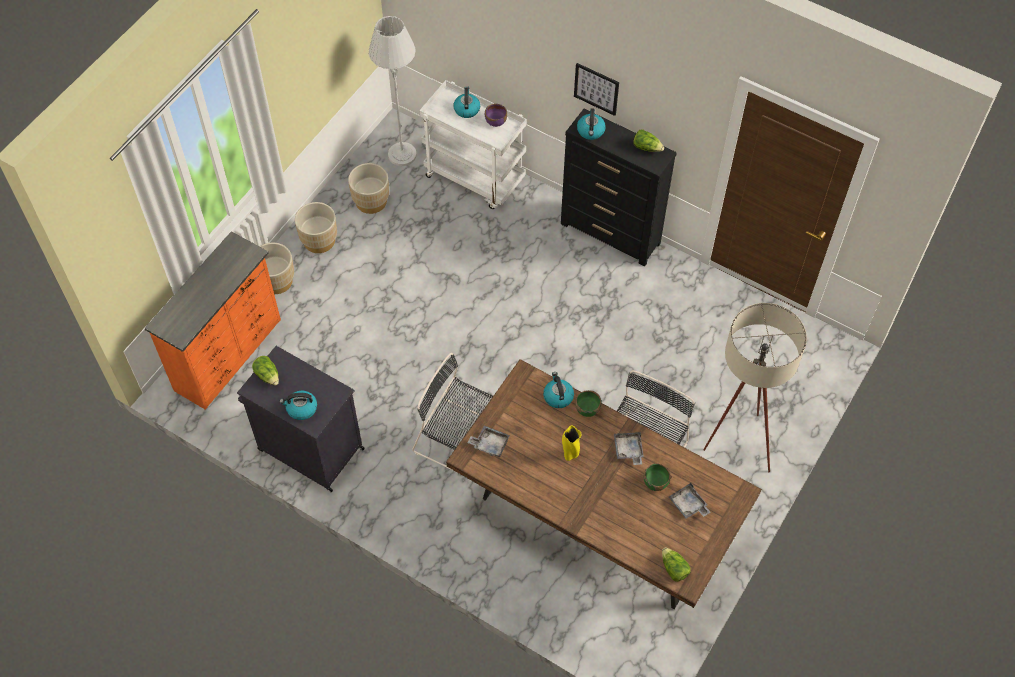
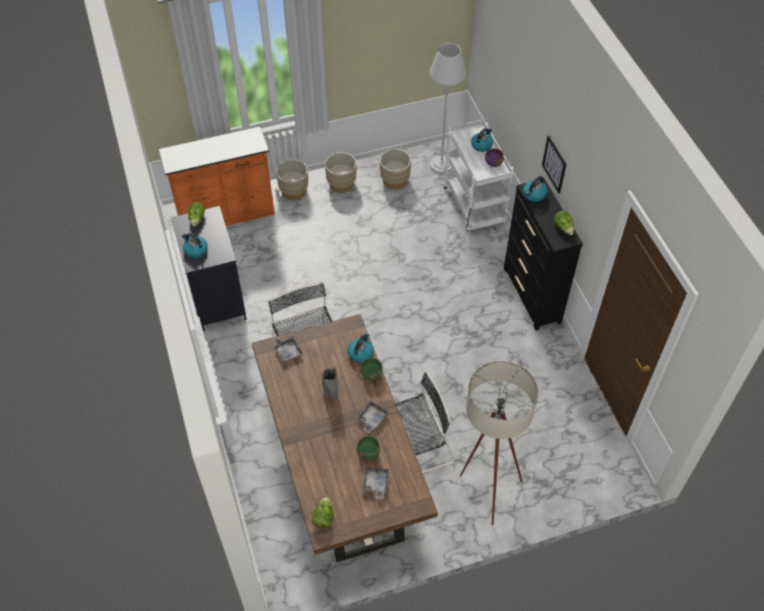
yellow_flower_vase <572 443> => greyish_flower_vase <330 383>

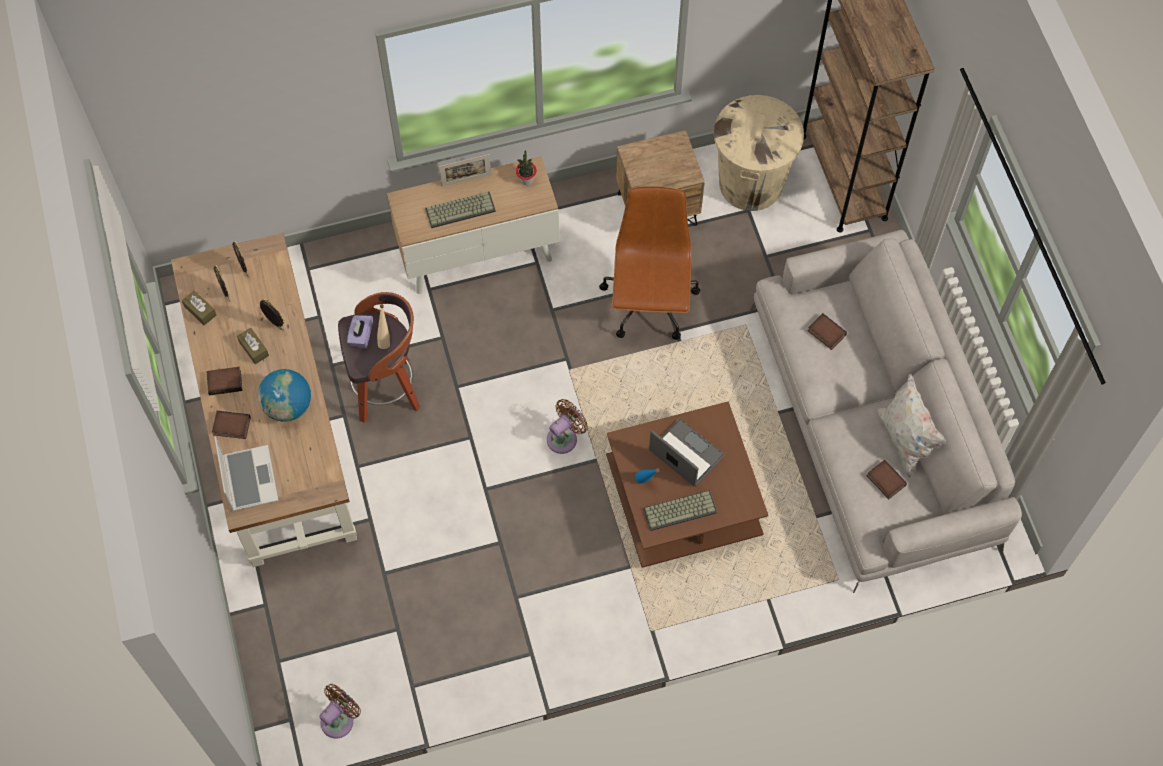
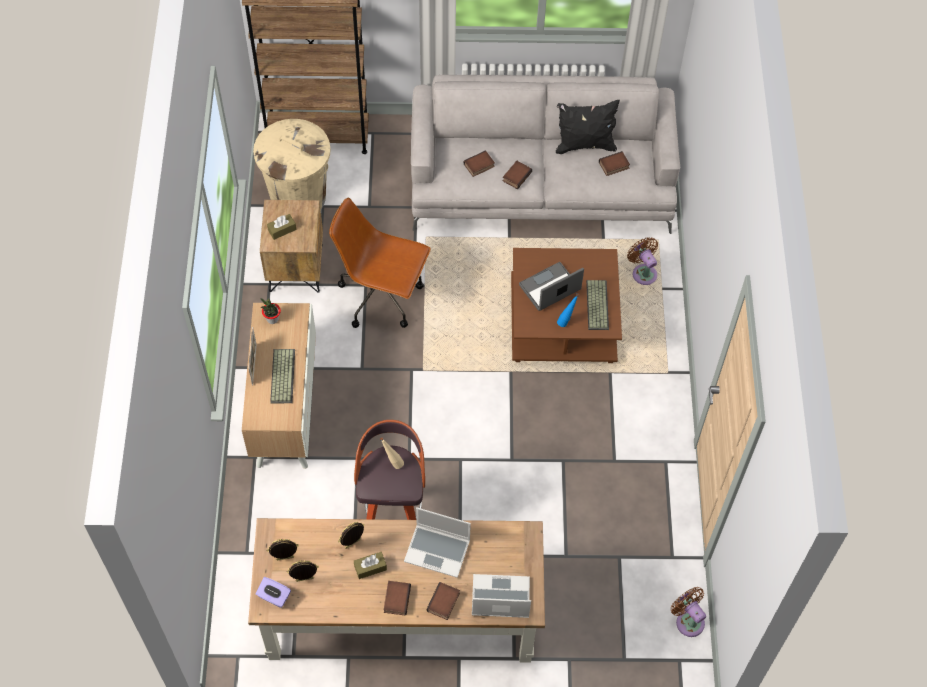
nothing => volume <517 175>
brown-coloured_tissue_holder <199 308> => brown-coloured_tissue_holder <282 227>, moved
purple_tissue_holder <360 331> => purple_tissue_holder <273 592>, moved
brown-coloured_cooling_fan <567 426> => brown-coloured_cooling_fan <642 261>, moved
globe <284 395> => portable_computer <437 542>
whitish_pillow <911 426> => black-coloured_pillow <588 127>

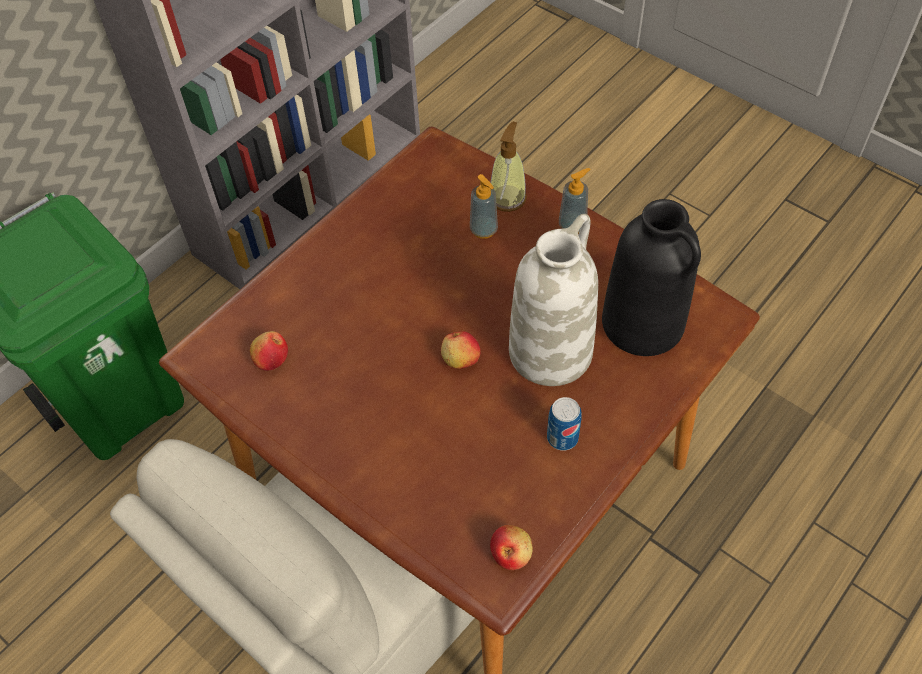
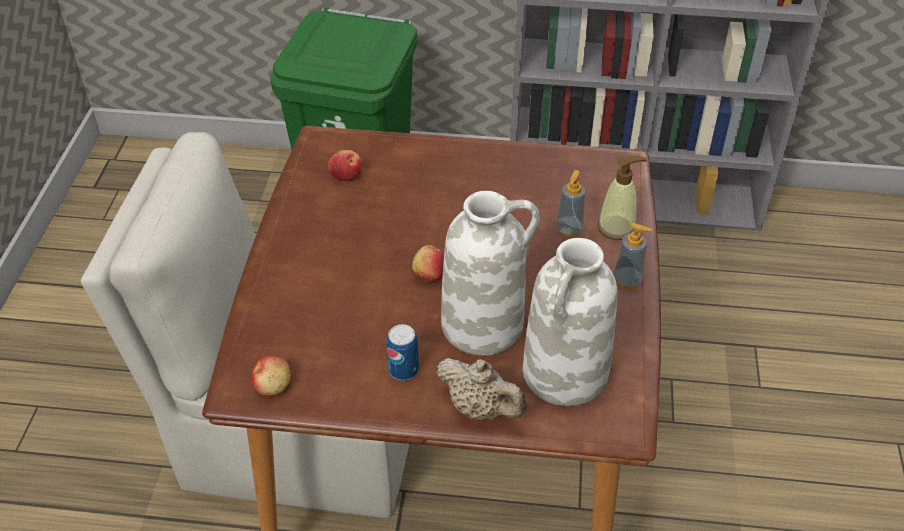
nothing => beige-coloured_pot_for_tea <481 389>
black-coloured_flower_vase <651 277> => whitish_flower_vase <570 322>

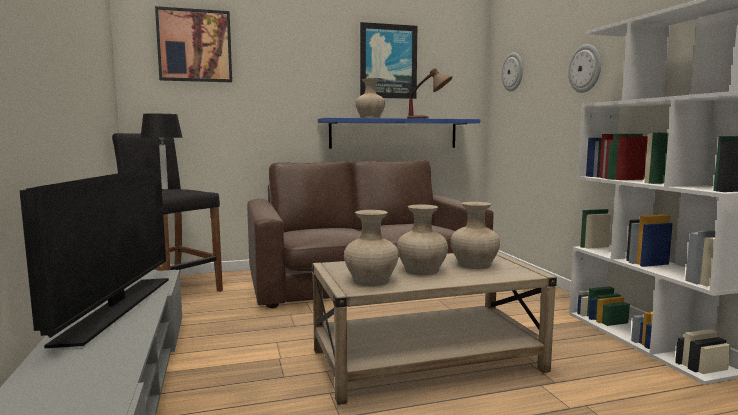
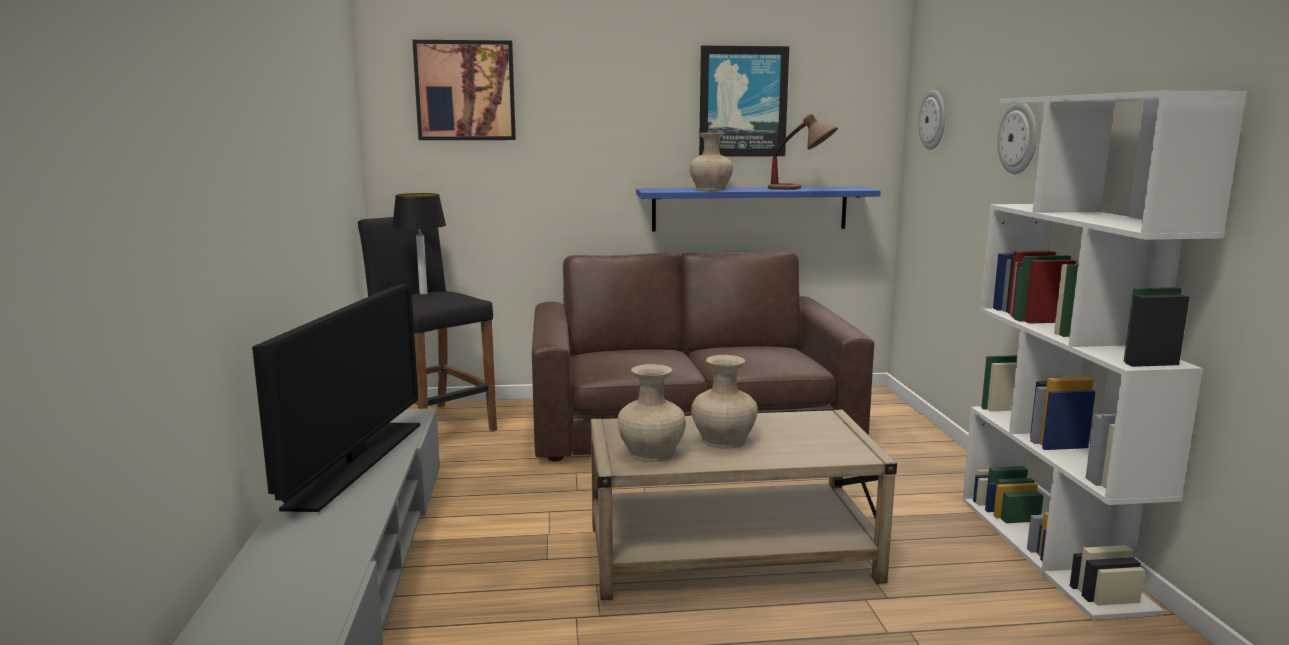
beige-coloured_flower_vase <475 235> => nothing

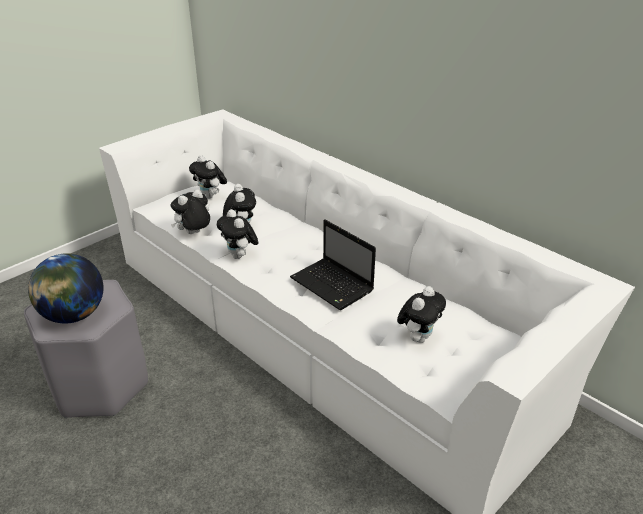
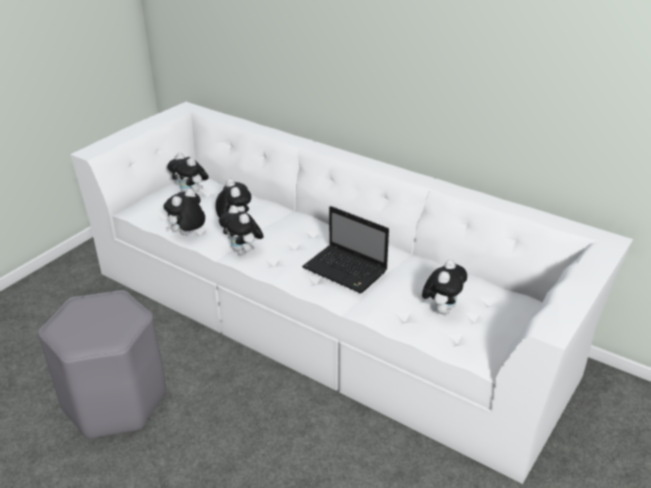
globe <66 288> => nothing

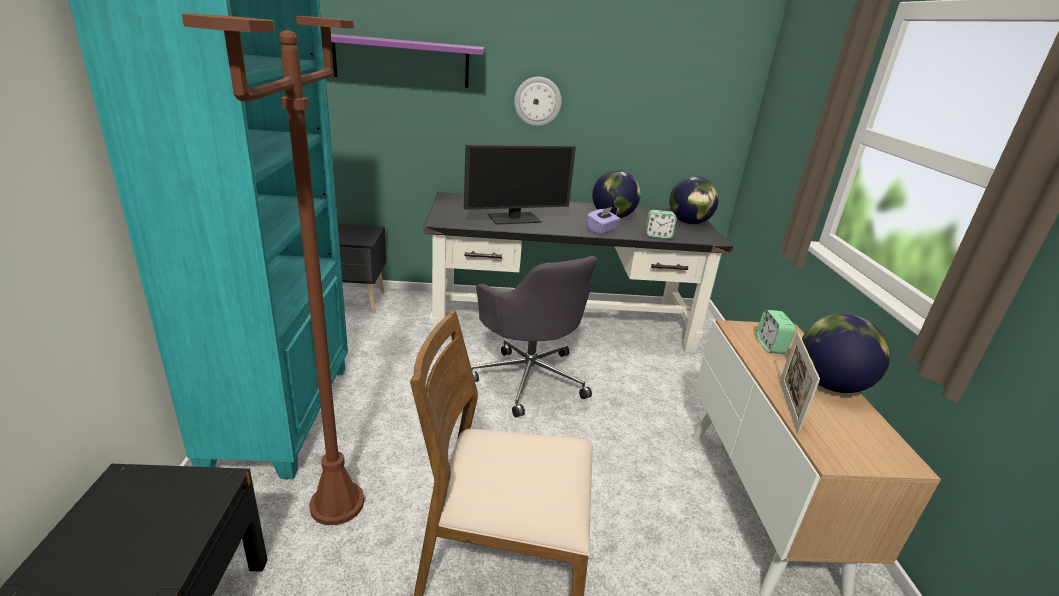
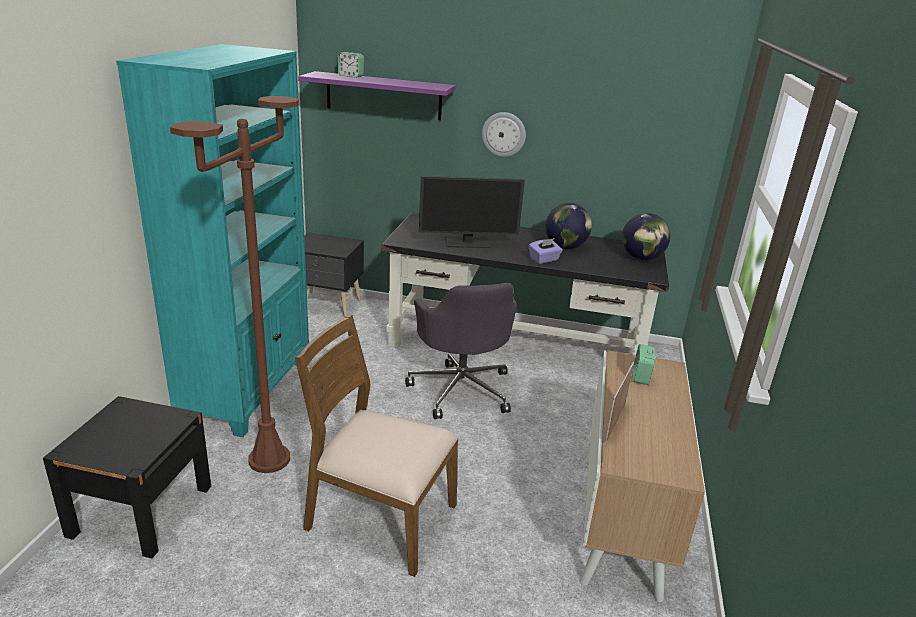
globe <846 353> => nothing
bedside_clock <661 224> => bedside_clock <351 65>, moved

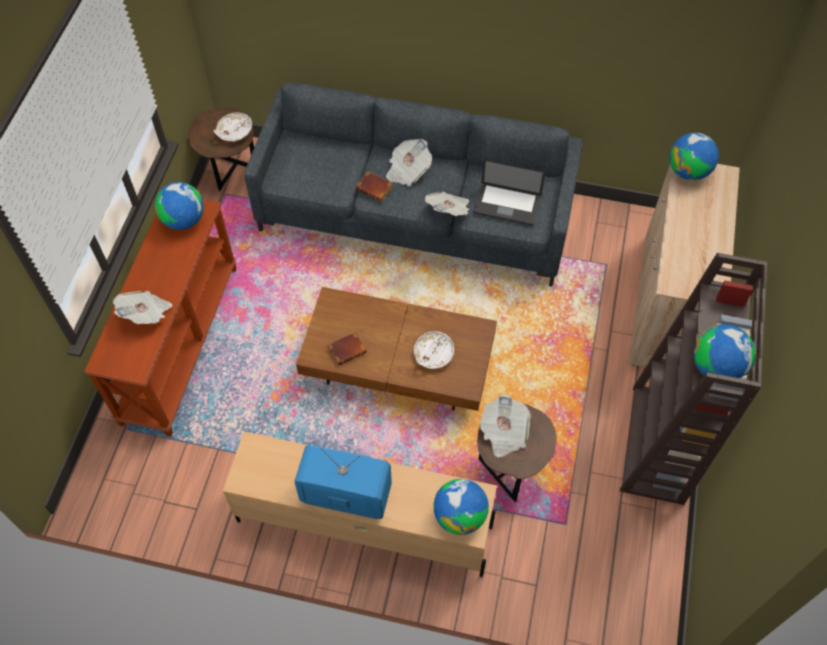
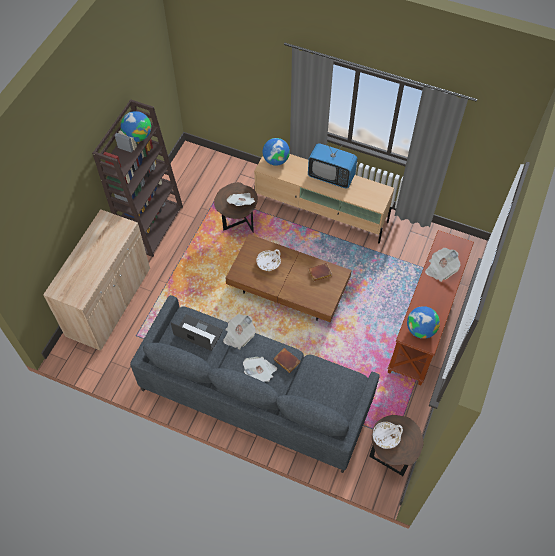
globe <694 157> => nothing

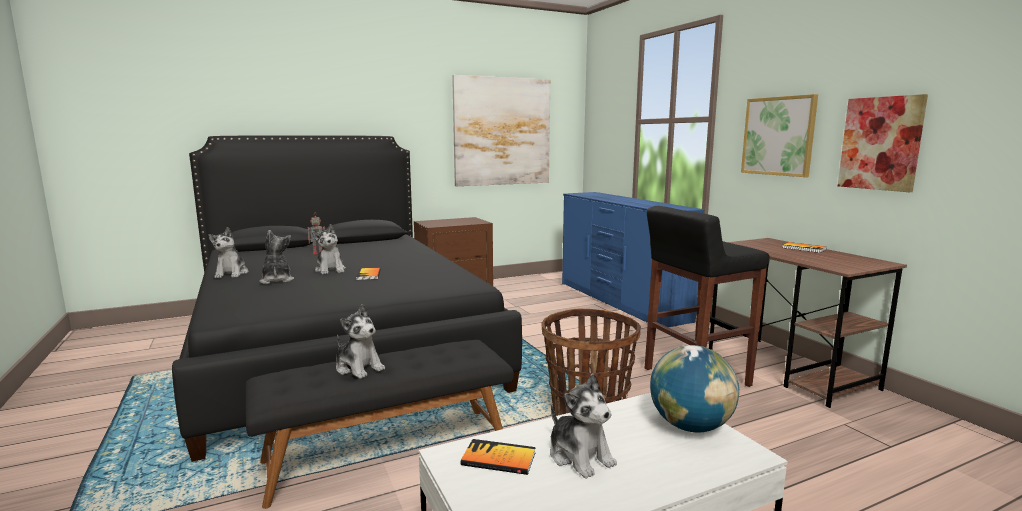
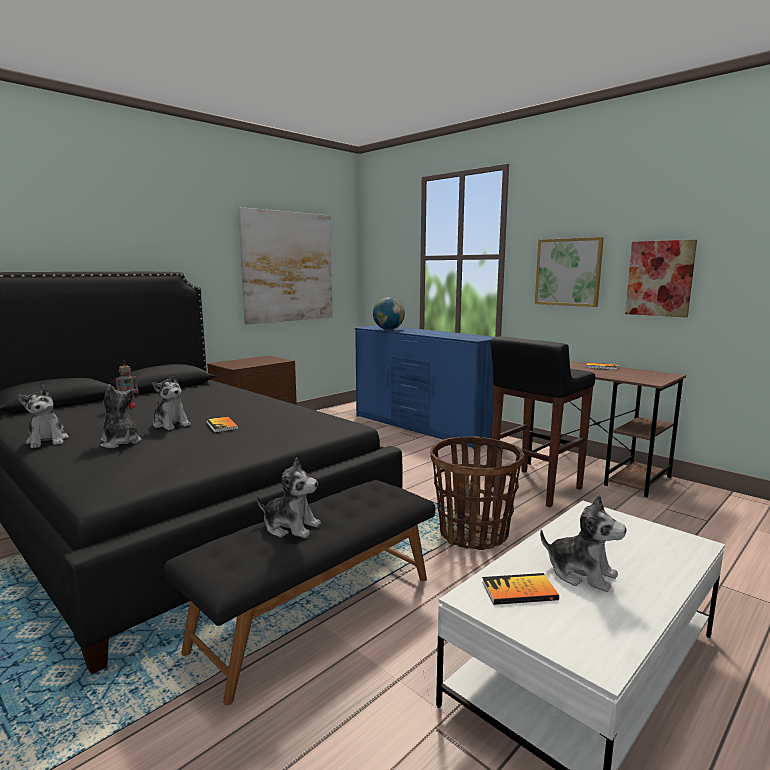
globe <694 389> => globe <389 314>, moved

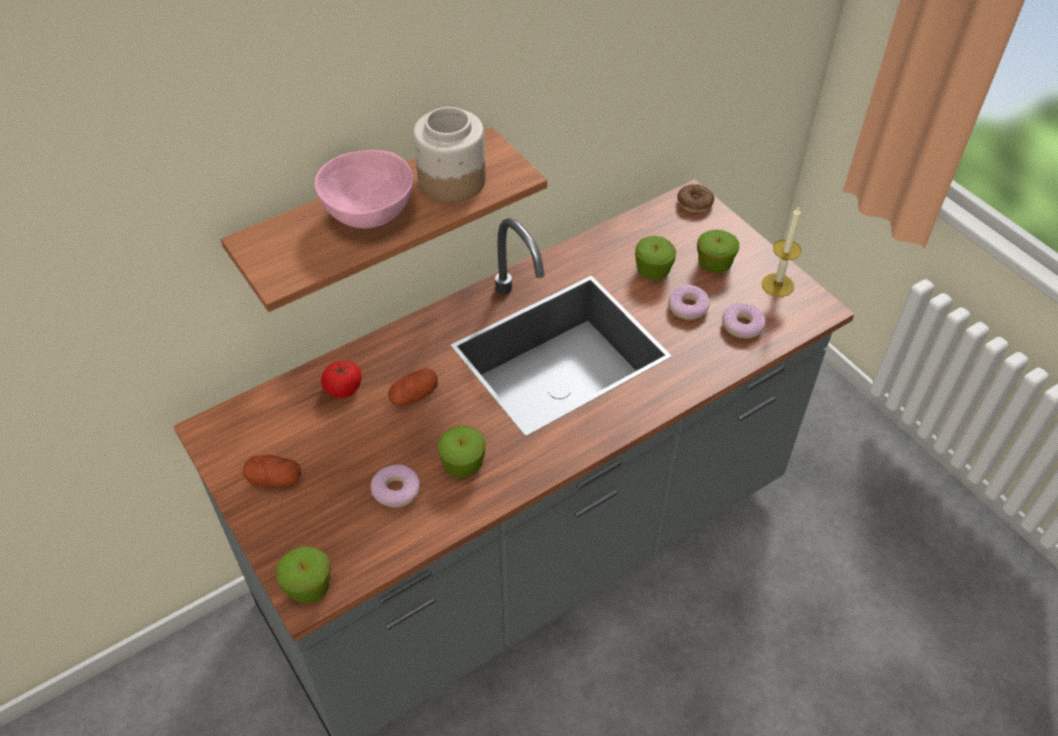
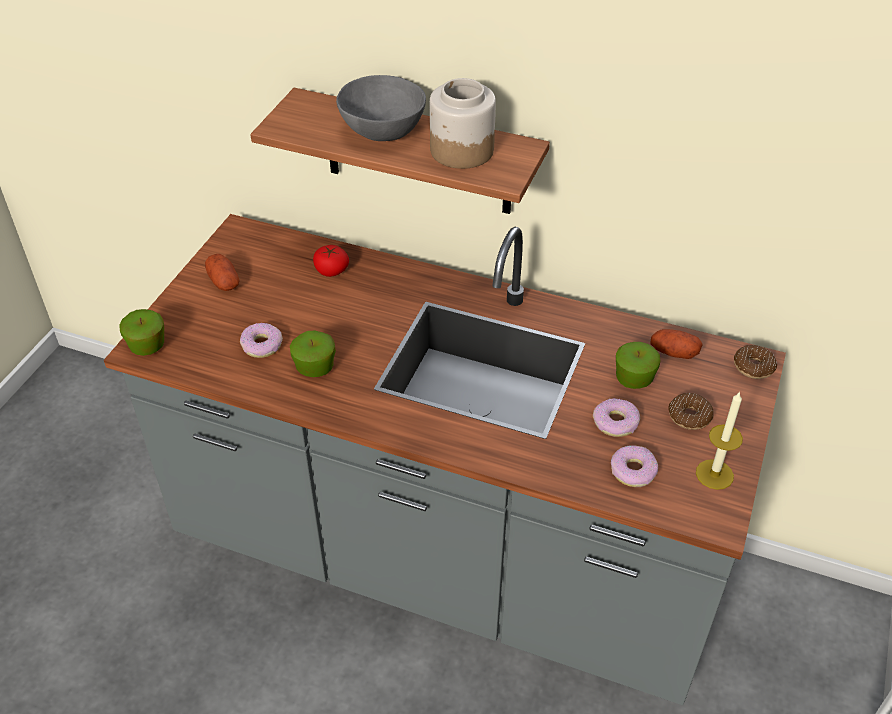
whole_potato <413 387> => whole_potato <677 344>, moved
whole_apple <718 251> => ring_doughnut <691 411>
pink_deep_dish <364 189> => greyish_deep_dish <381 108>

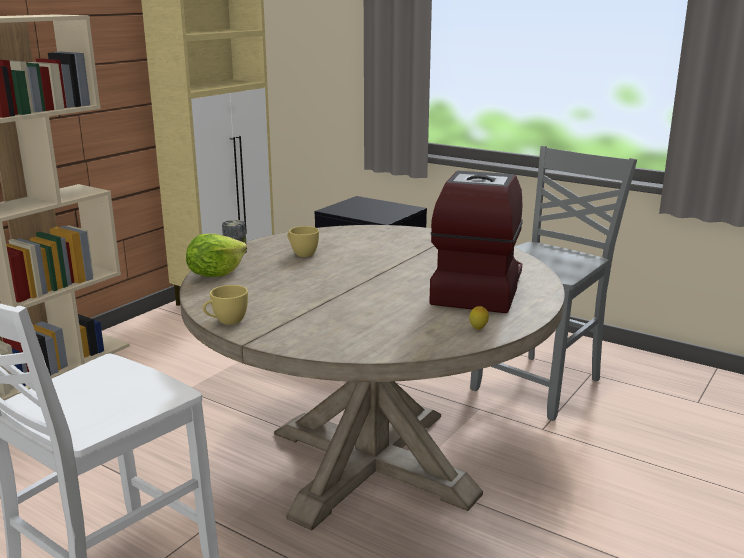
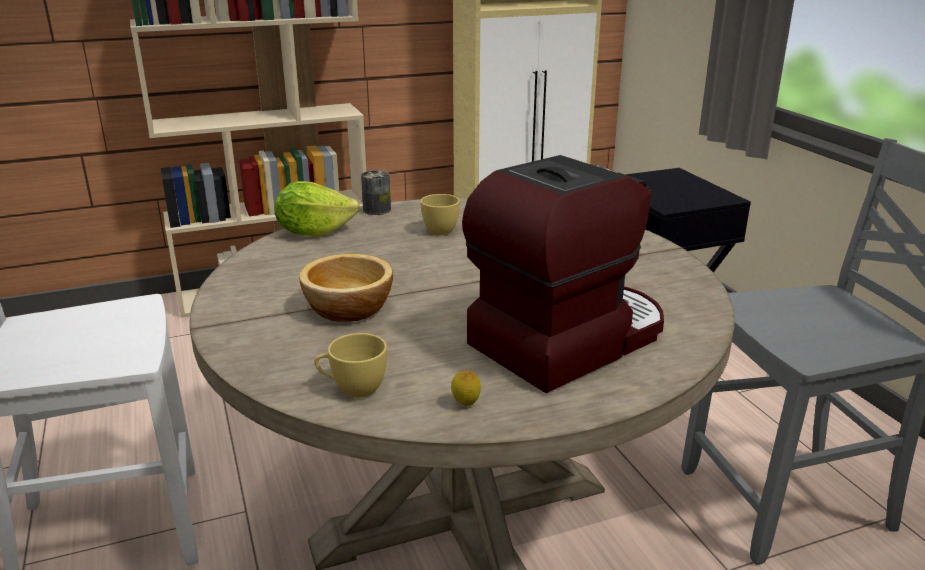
nothing => deep_dish <346 288>
yellow_cup <225 305> => yellow_cup <350 365>, moved

